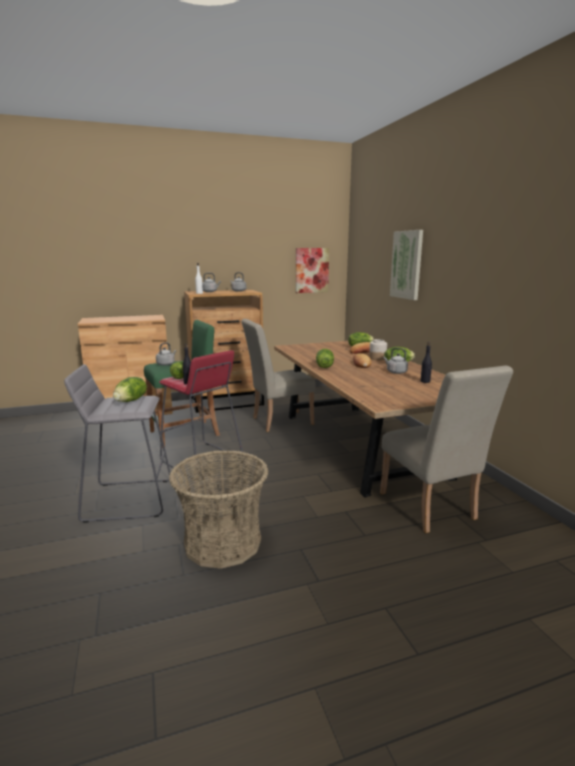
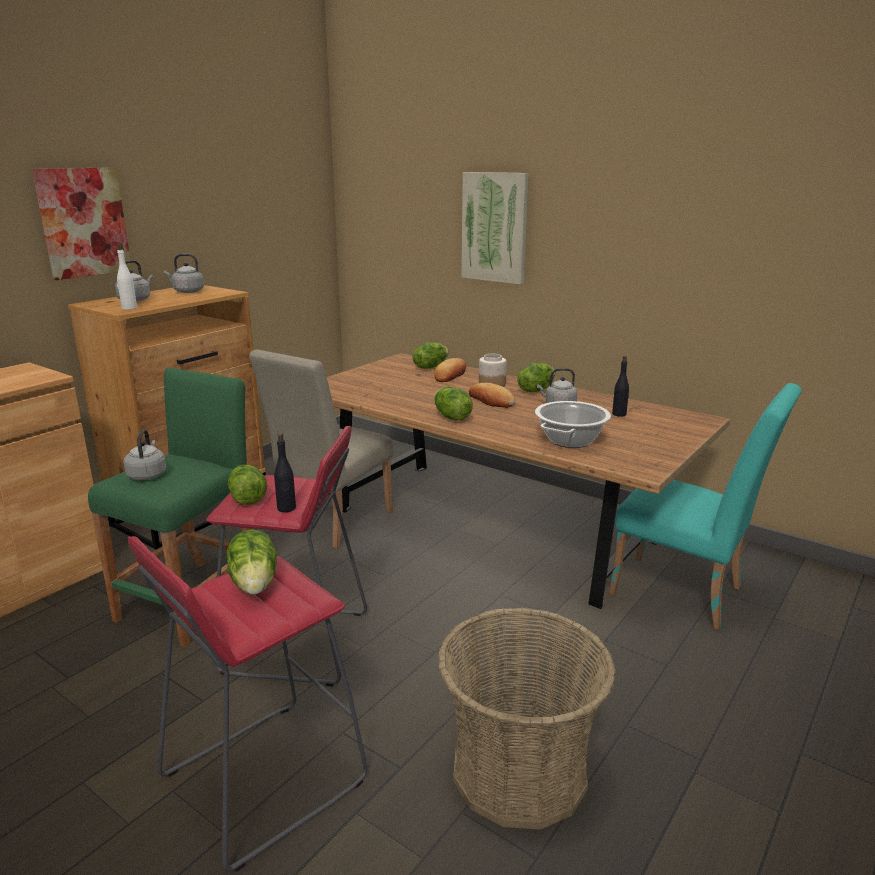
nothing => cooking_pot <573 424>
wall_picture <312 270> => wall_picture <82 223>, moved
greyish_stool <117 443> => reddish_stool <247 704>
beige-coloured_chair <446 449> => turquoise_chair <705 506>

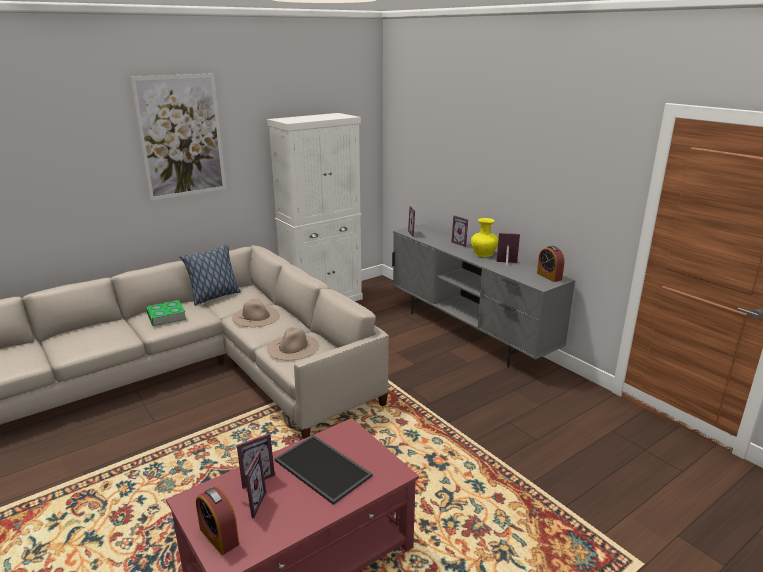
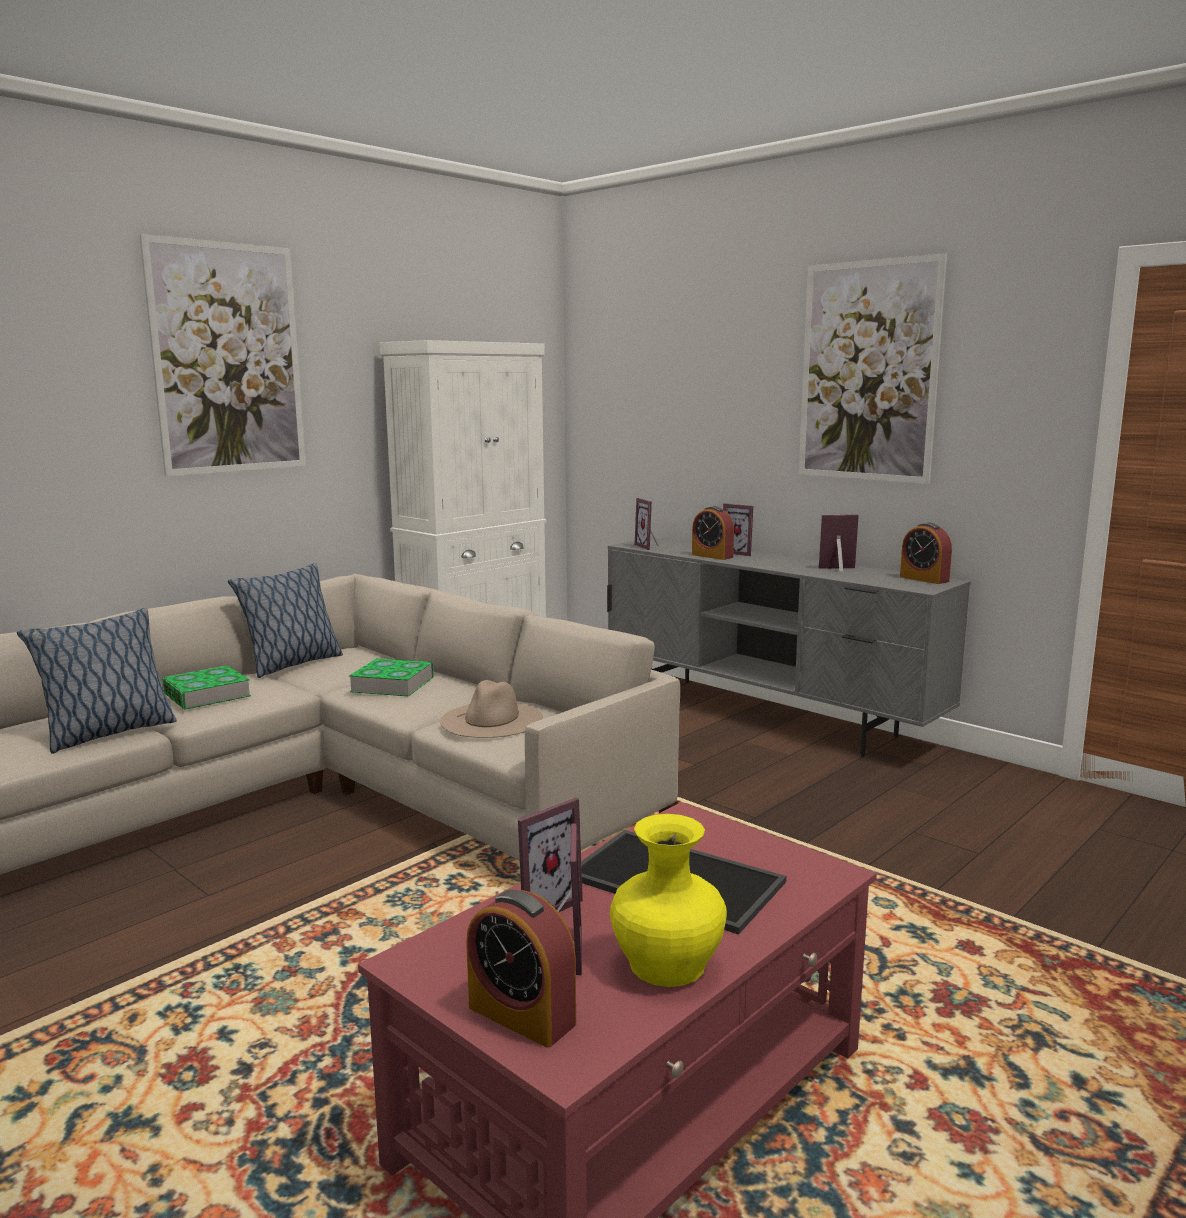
nothing => pillow <97 681>
nothing => bedside_clock <713 533>
nothing => wall_picture <873 368>
yellow_flower_vase <484 237> => yellow_flower_vase <668 900>, moved
beige-coloured_hat <256 312> => volume <391 677>

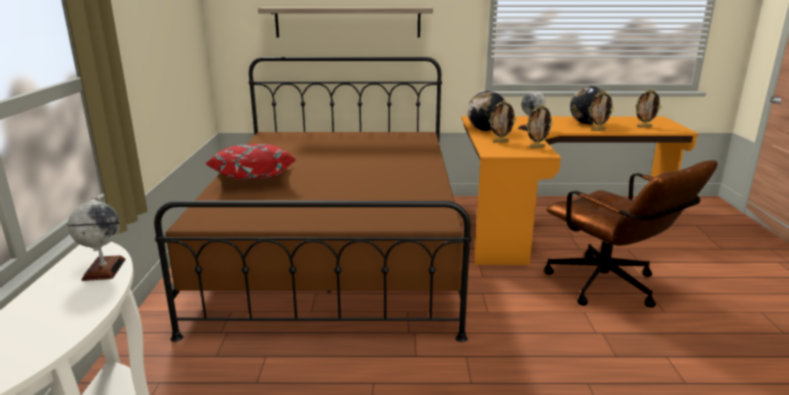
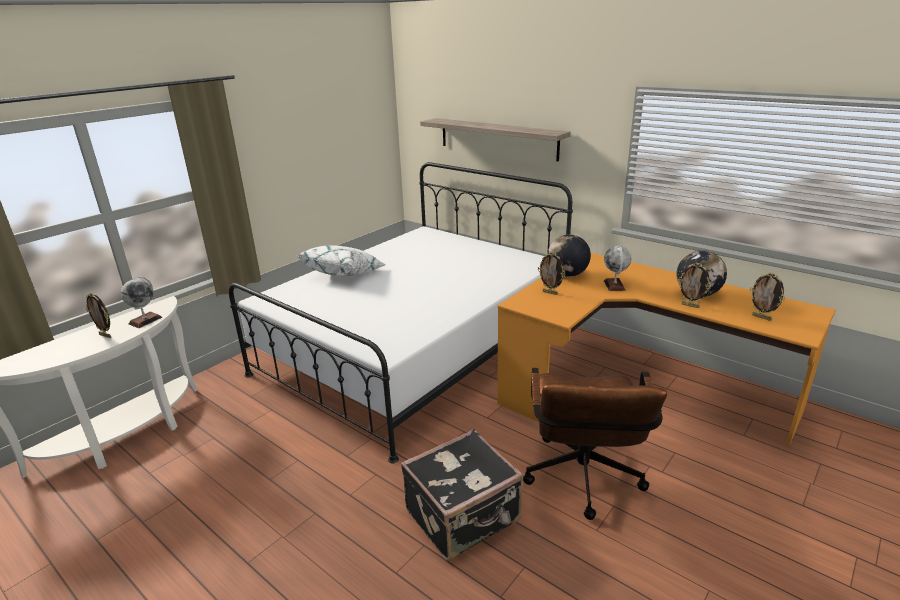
nothing => black-coloured_piece_of_luggage <462 495>
picture_frame <539 126> => picture_frame <98 315>, moved
brown-coloured_bedroom_bed <312 199> => whitish_bedroom_bed <401 312>
reddish_pillow <251 162> => whitish_pillow <341 260>

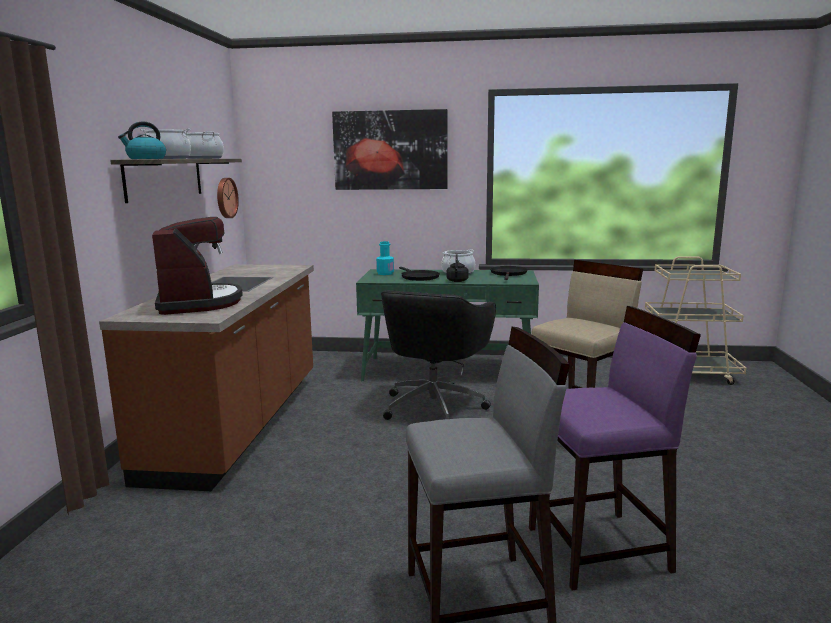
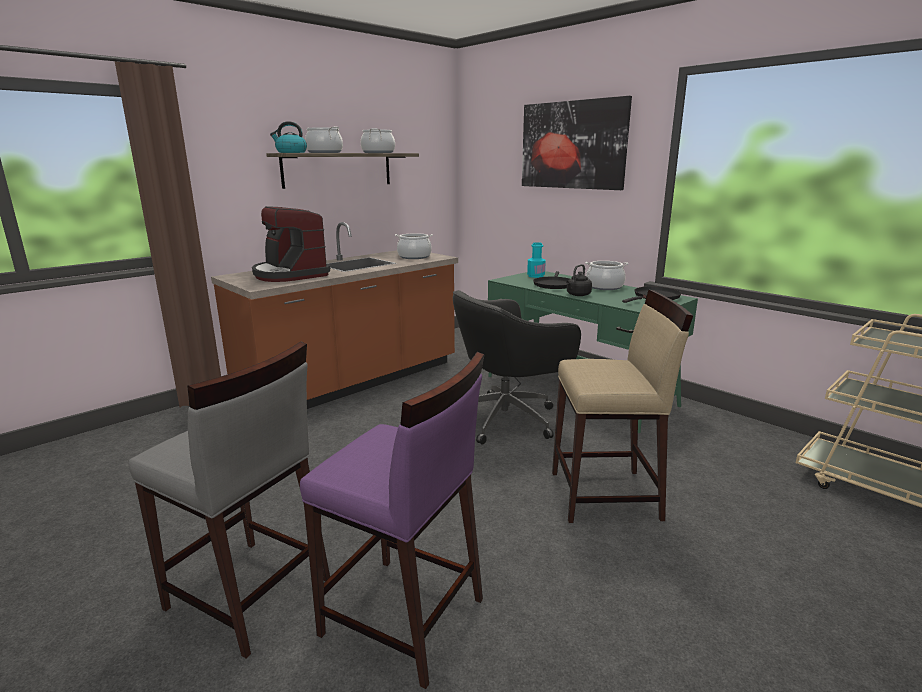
hanging_clock <228 198> => nothing
nothing => cooking_pot <414 246>
coffee_maker <197 266> => coffee_maker <291 244>, 120 degrees clockwise

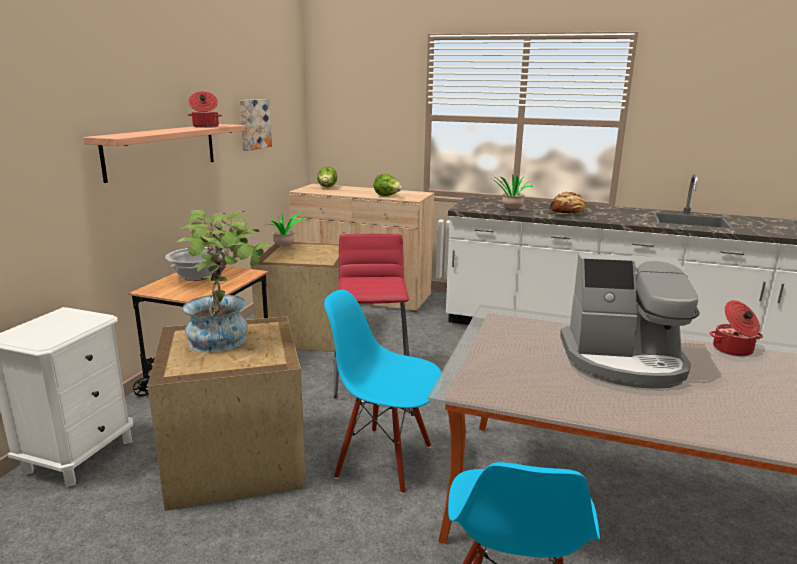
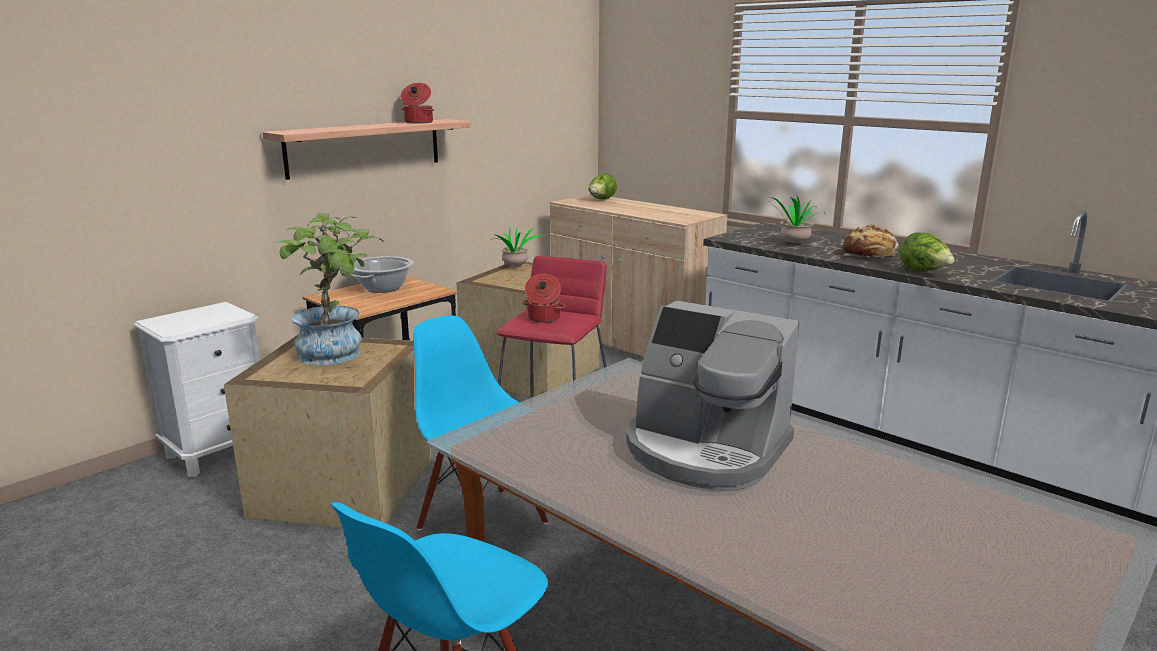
wall_picture <255 125> => nothing
head_of_lettuce <387 185> => head_of_lettuce <927 251>, moved
cooking_pot <736 328> => cooking_pot <544 298>, moved

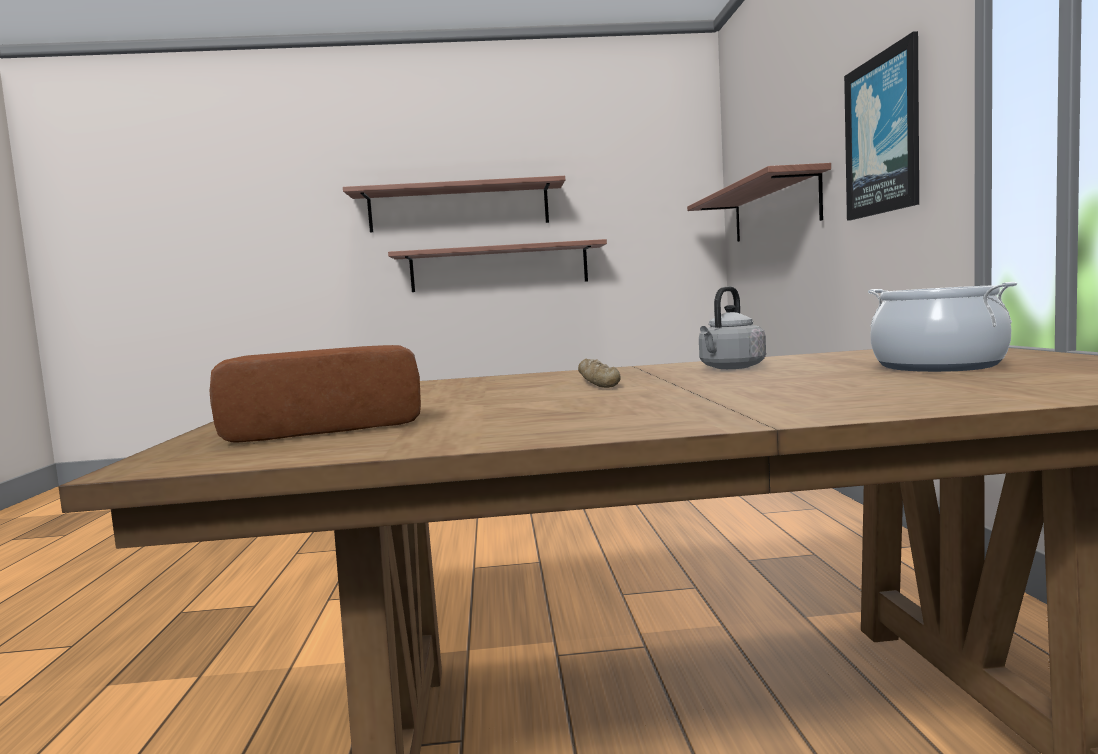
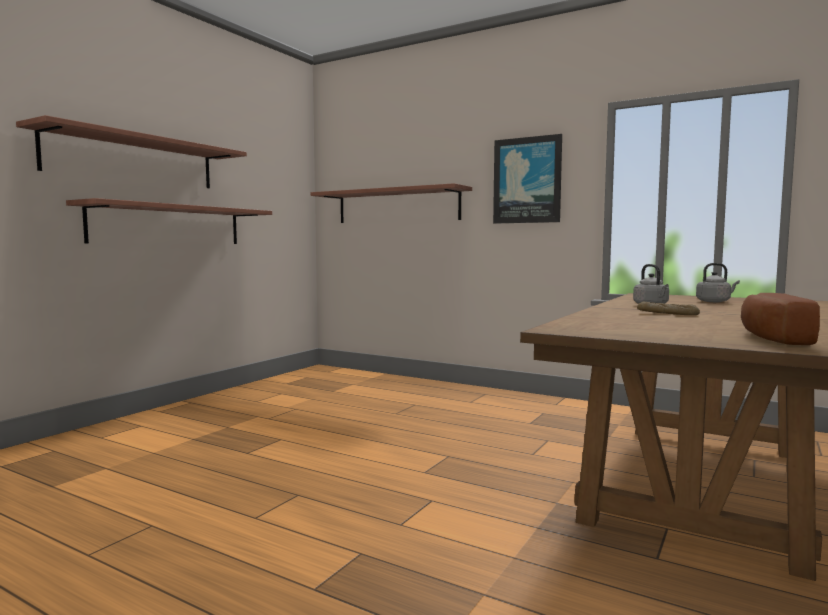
cooking_pot <942 327> => greyish_tea_kettle <718 282>

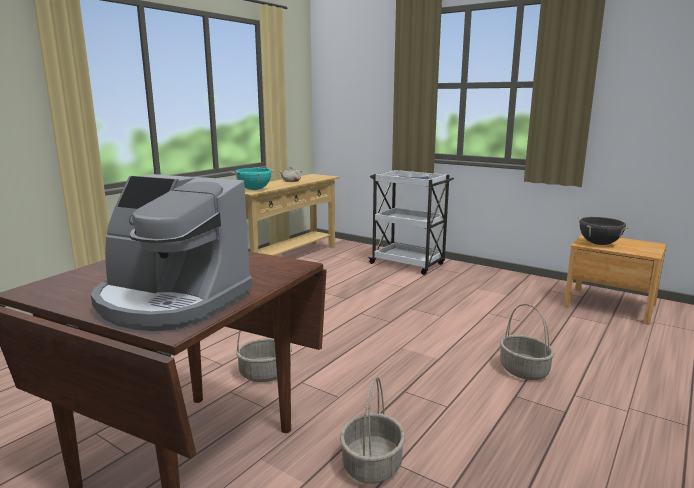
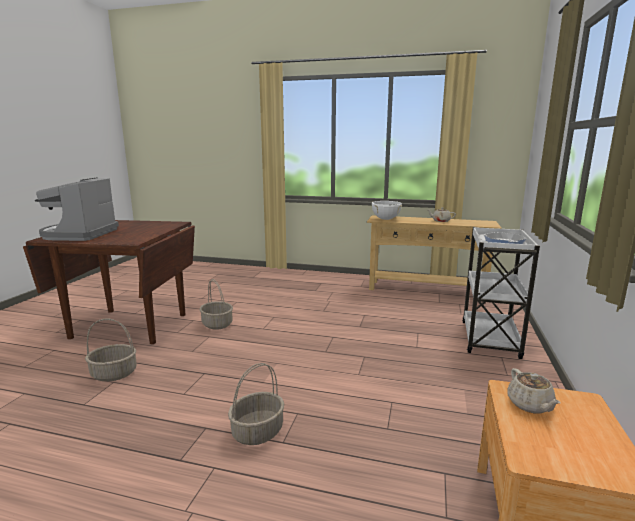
black-coloured_cooking_pot <603 231> => beige-coloured_pot_for_tea <534 391>
turquoise_cooking_pot <253 179> => whitish_cooking_pot <387 210>

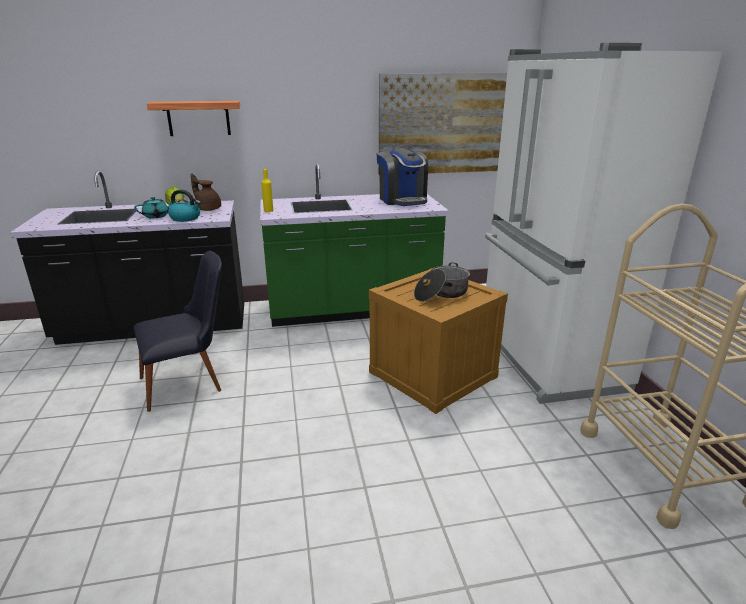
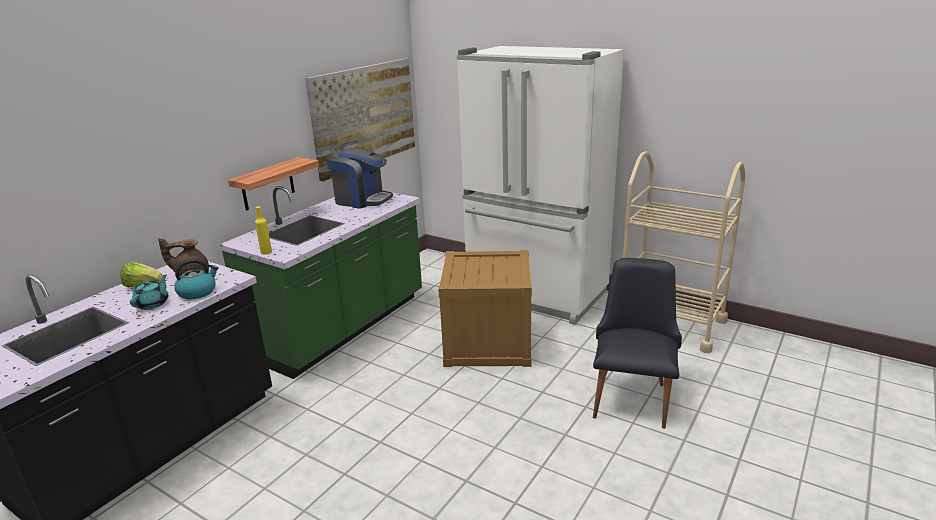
cooking_pot <442 282> => nothing
black-coloured_chair <178 331> => black-coloured_chair <637 343>, moved
wall_shelf <193 118> => wall_shelf <273 184>, moved

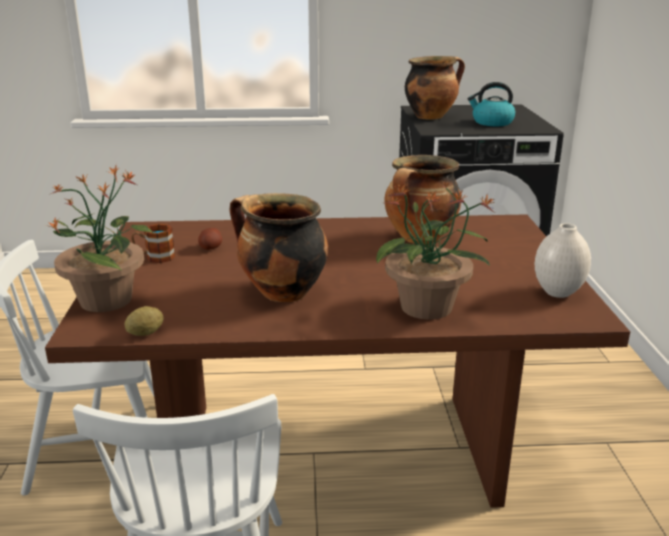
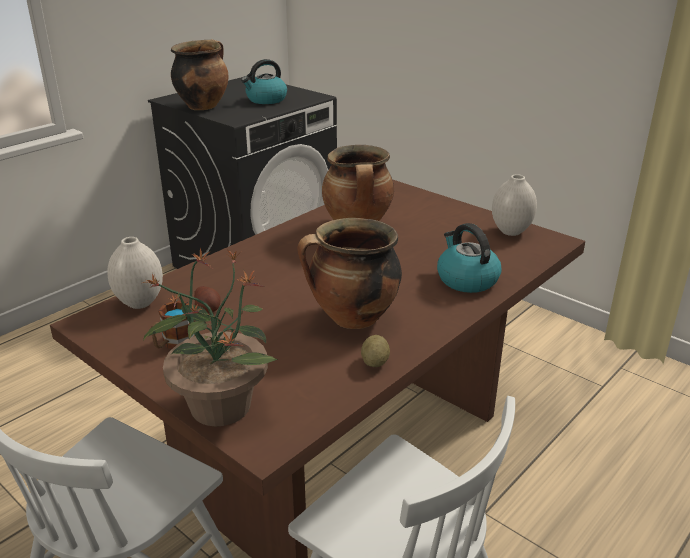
nothing => whitish_flower_vase <135 273>
whole_potato <144 321> => whole_potato <375 351>, moved
houseplant <435 250> => tea_kettle <469 258>

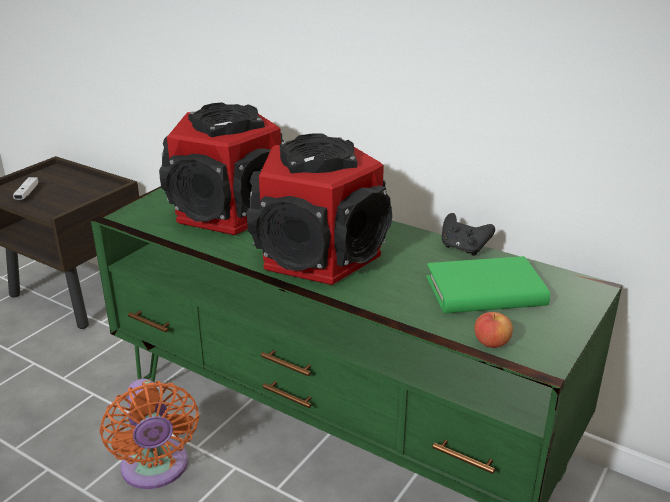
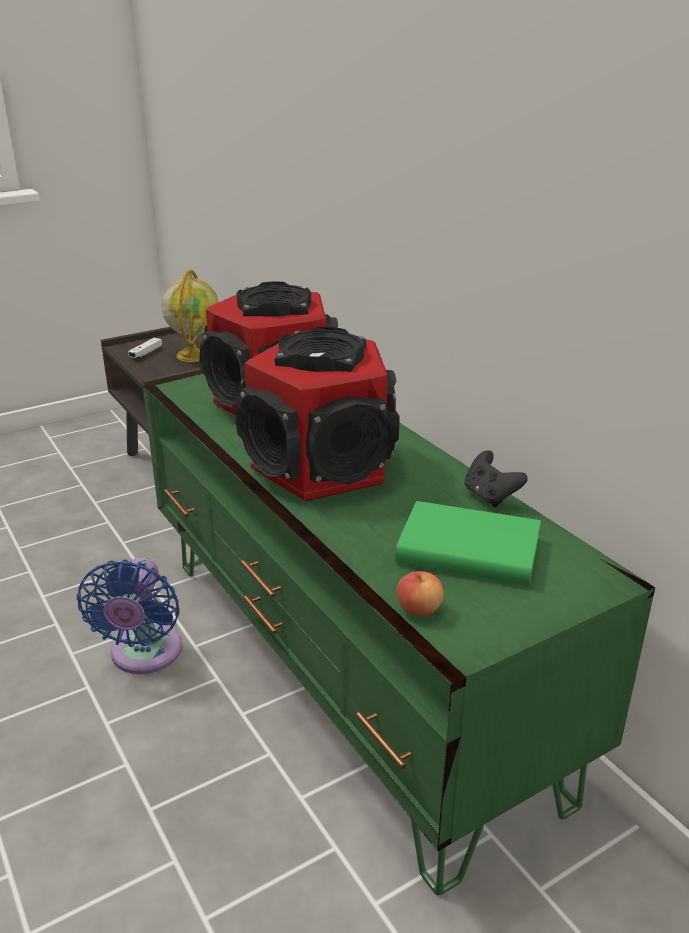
nothing => globe <190 315>
orange_cooling_fan <149 433> => bluish_cooling_fan <129 615>

